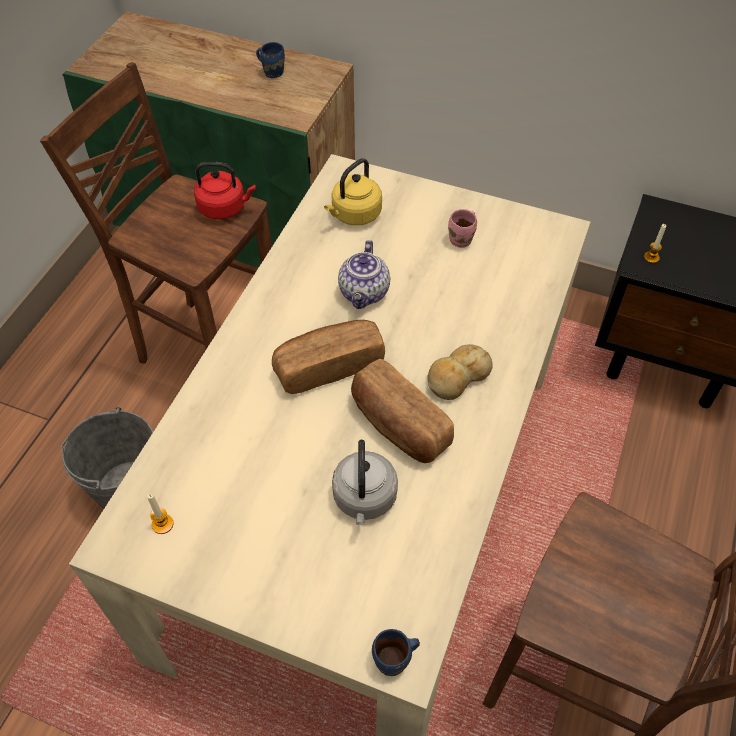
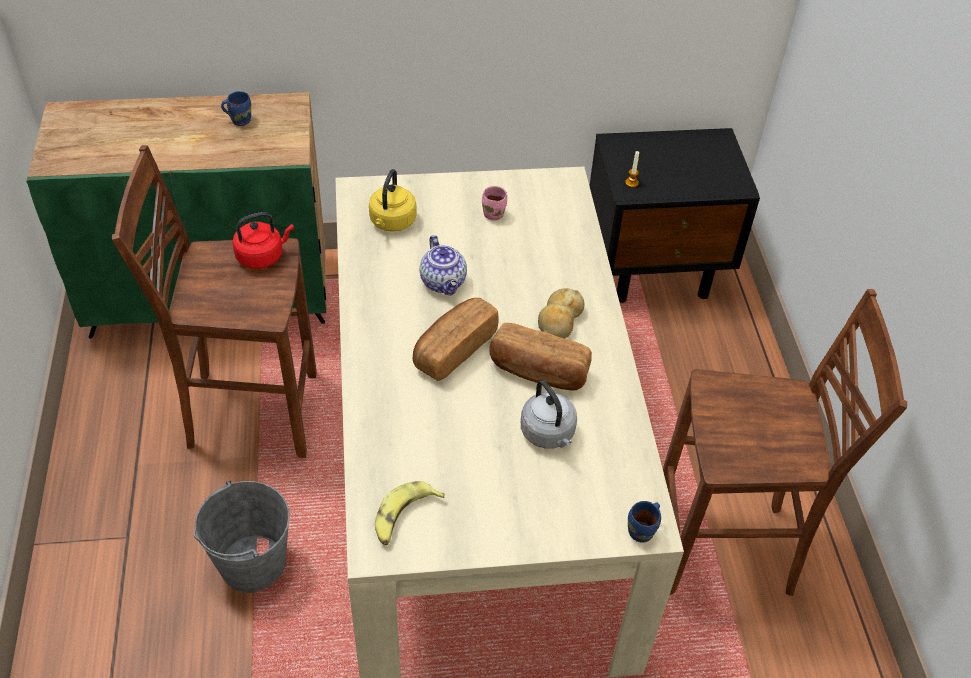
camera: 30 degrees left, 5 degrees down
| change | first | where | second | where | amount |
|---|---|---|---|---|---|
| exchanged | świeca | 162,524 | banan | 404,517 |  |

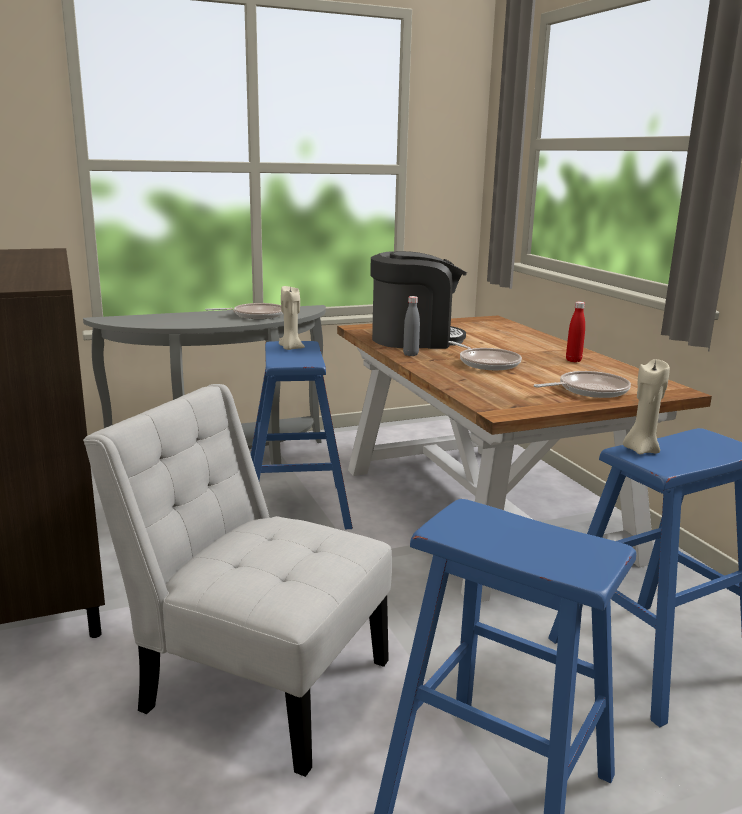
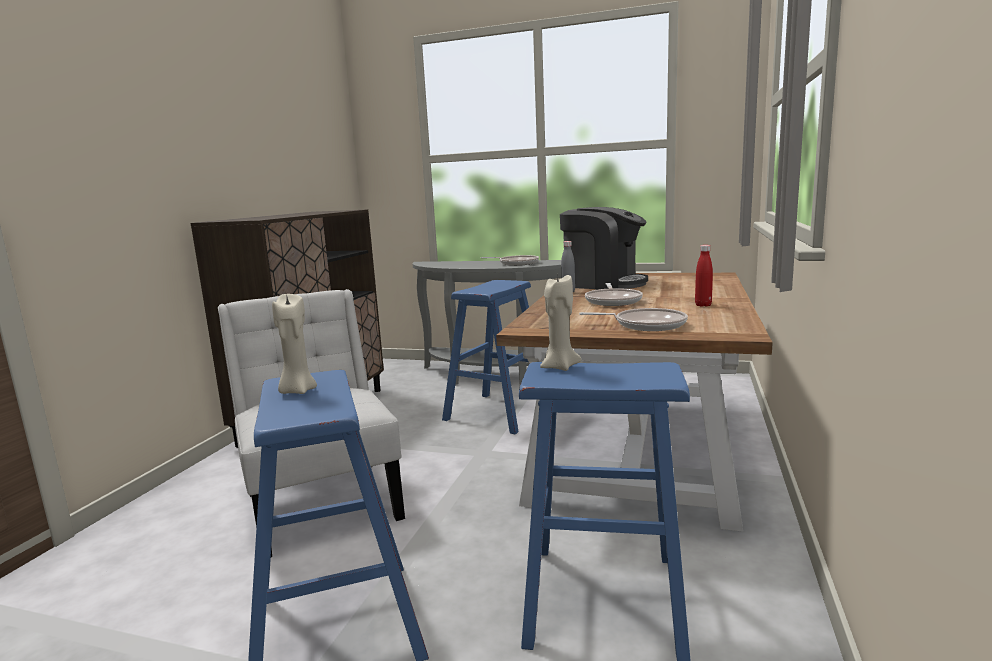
camera: 40 degrees right, 5 degrees down
| change | first | where | second | where | amount |
|---|---|---|---|---|---|
| relocated | świeca (beżowy) | 290,348 |  | 297,391 |  |

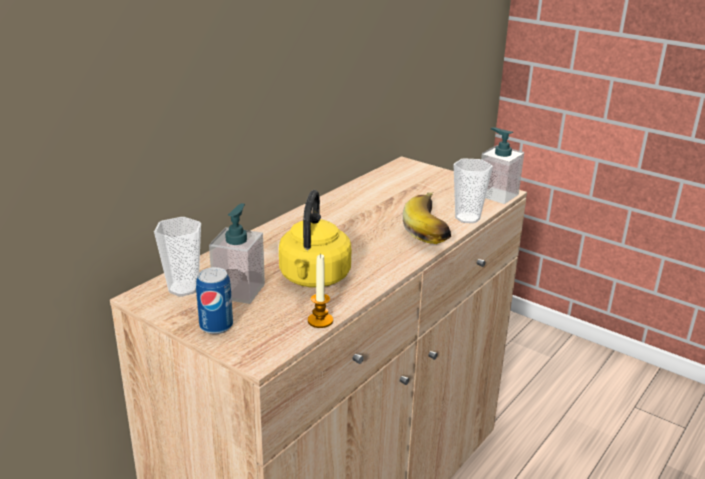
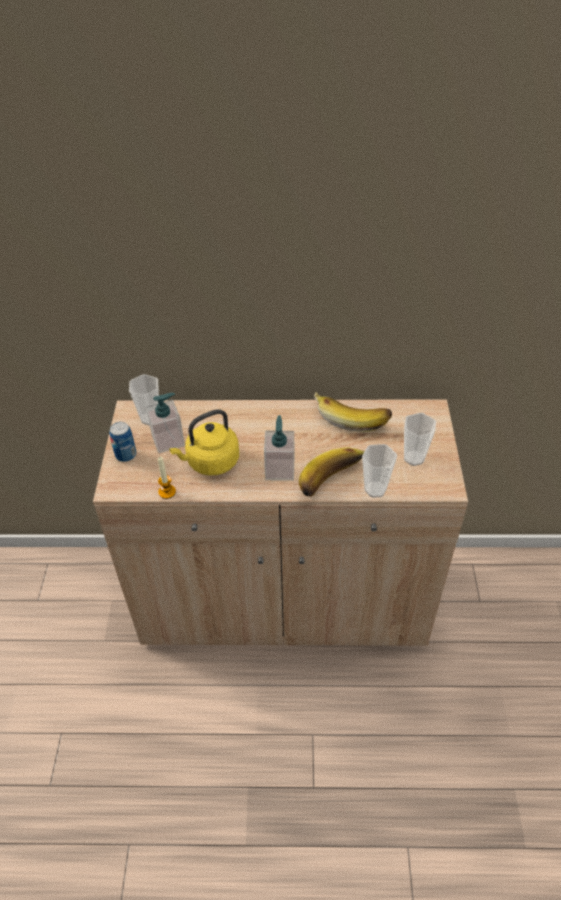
camera: 55 degrees right, 20 degrees up
| change | first | where | second | where | amount |
|---|---|---|---|---|---|
| relocated | dozownik mydła | 497,195 |  | 280,469 |  |
| appeared |  |  | banan | 352,416 |  |
| appeared |  |  | filiżanka | 414,458 |  |

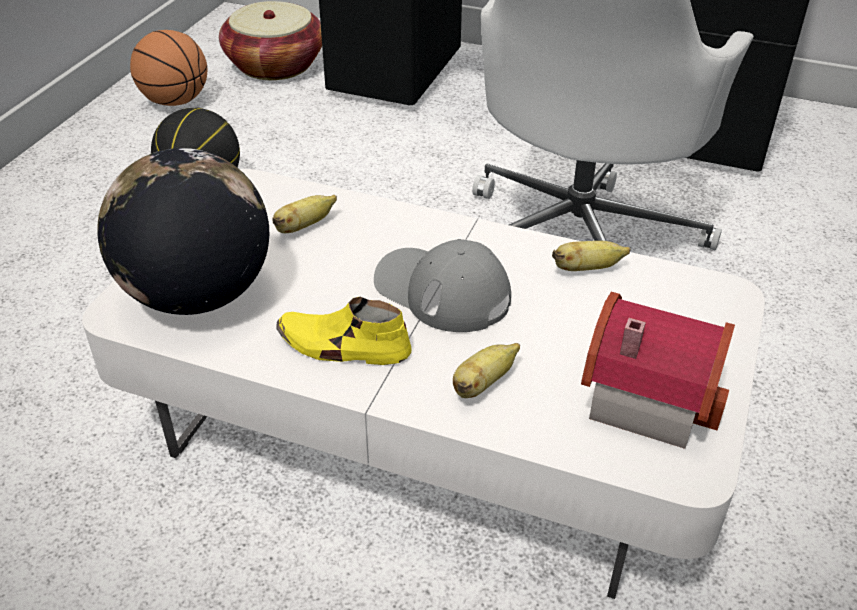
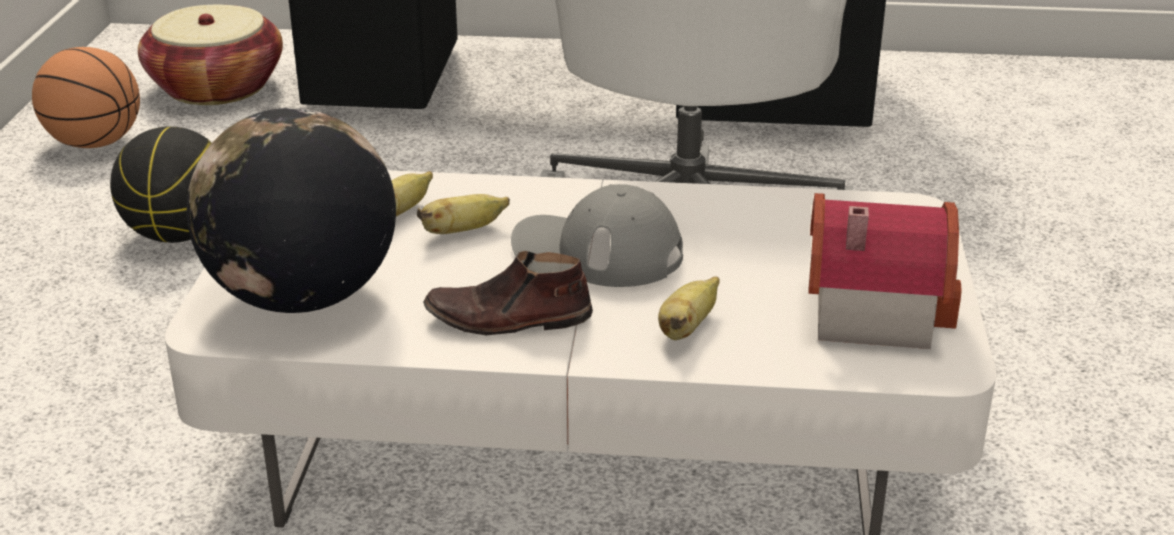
camera: 15 degrees left, 10 degrees down
| change | first | where | second | where | amount |
|---|---|---|---|---|---|
| colour | but (żółty) | 343,347 | but (brązowy) | 508,319 |  |
| relocated | banan | 587,268 |  | 463,231 |  |

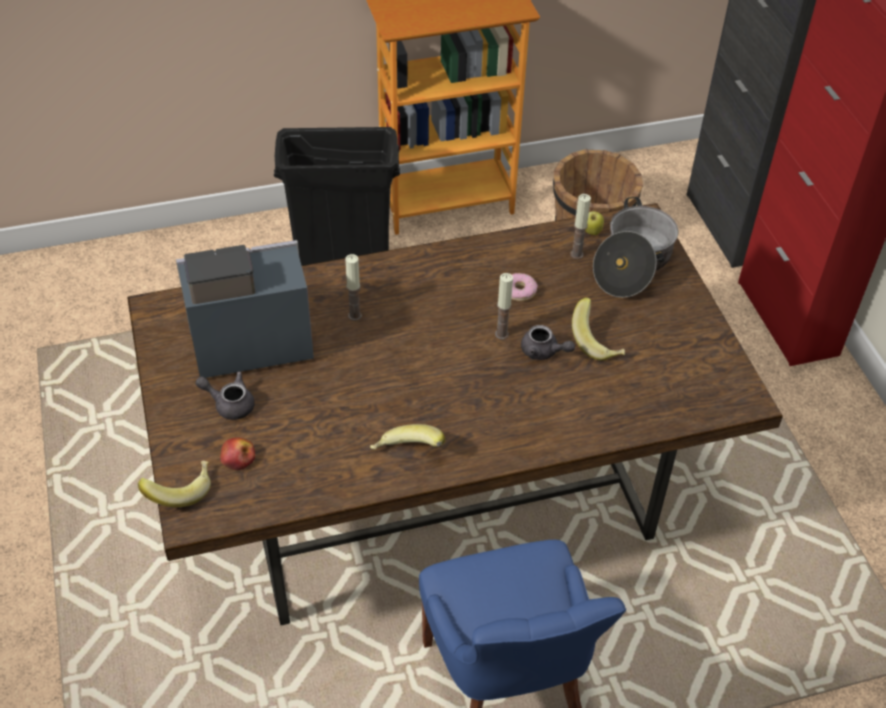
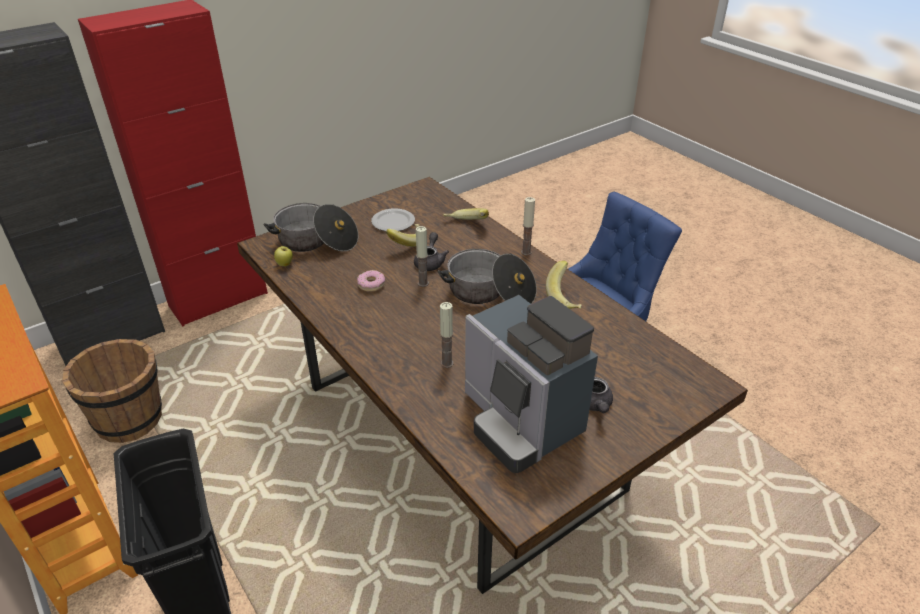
camera: 110 degrees left, 10 degrees down
| change | first | where | second | where | amount |
|---|---|---|---|---|---|
| relocated | banan | 180,490 |  | 465,225 |  |
| missing | jabłko | 238,458 |  |  |  |
| relocated | świeca | 576,254 |  | 526,252 |  |
| appeared |  |  | talerz | 392,222 |  |
| appeared |  |  | garnek | 489,293 |  |

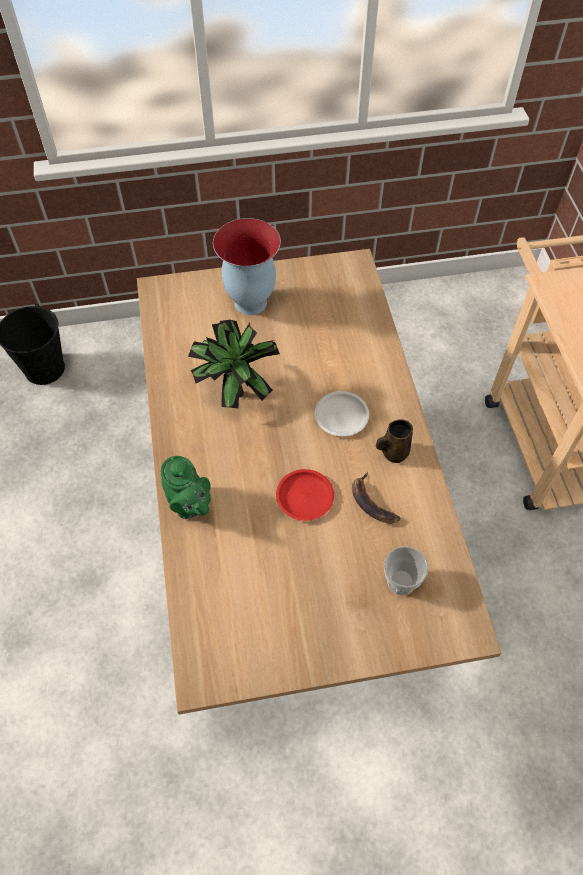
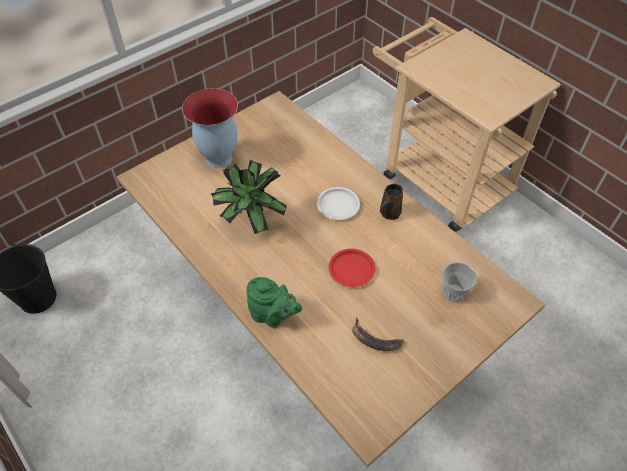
camera: 30 degrees left, 5 degrees down
| change | first | where | second | where | amount |
|---|---|---|---|---|---|
| relocated | banan | 372,503 |  | 374,339 |  |

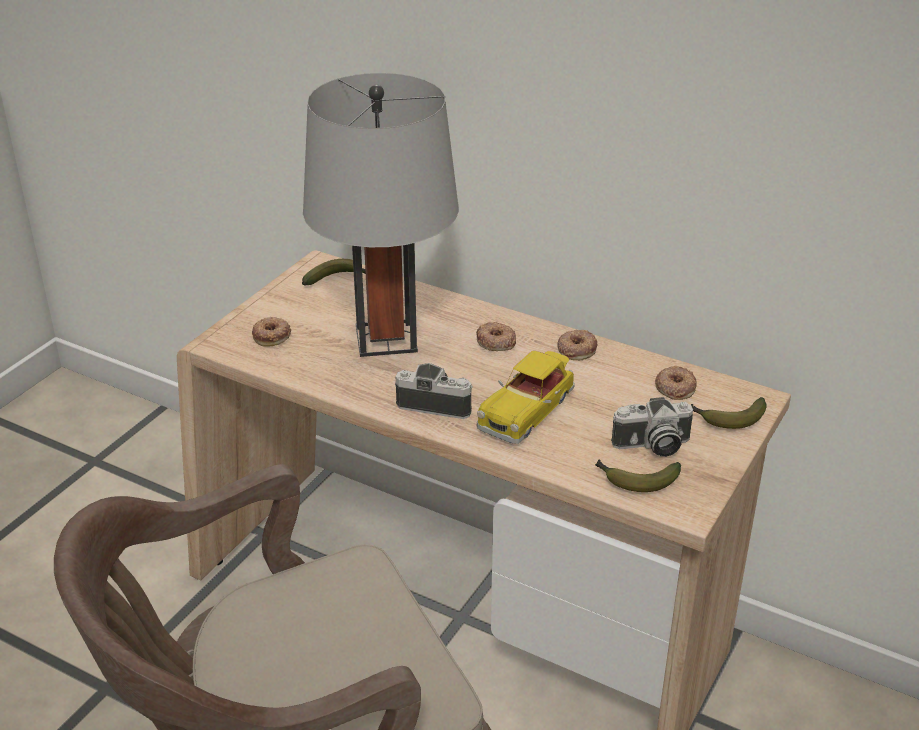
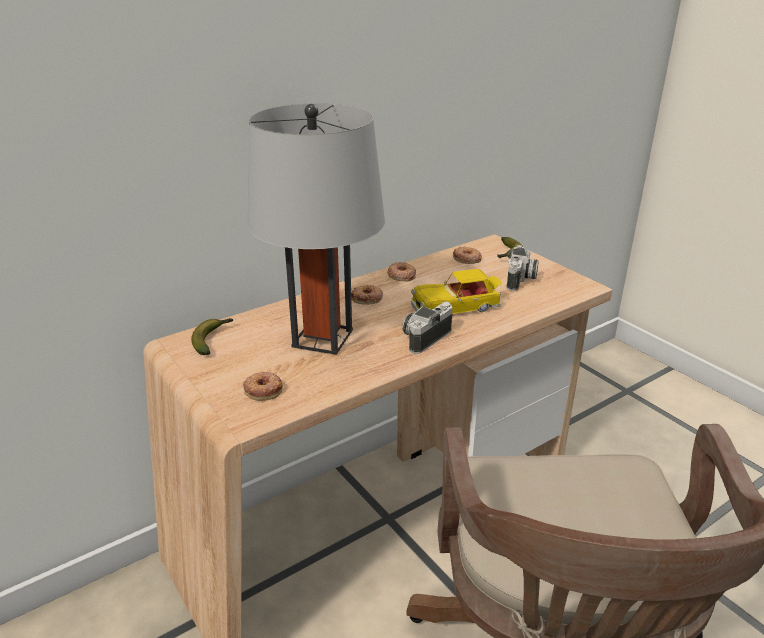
camera: 65 degrees left, 5 degrees down
| change | first | where | second | where | amount |
|---|---|---|---|---|---|
| spun | samochodzik | 527,410 |  | 457,307 | 105 degrees clockwise |
| missing | banan | 635,480 |  |  |  |

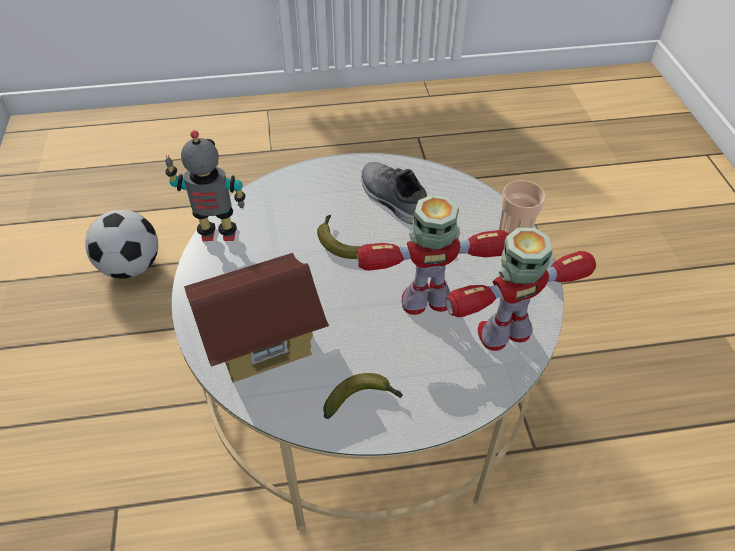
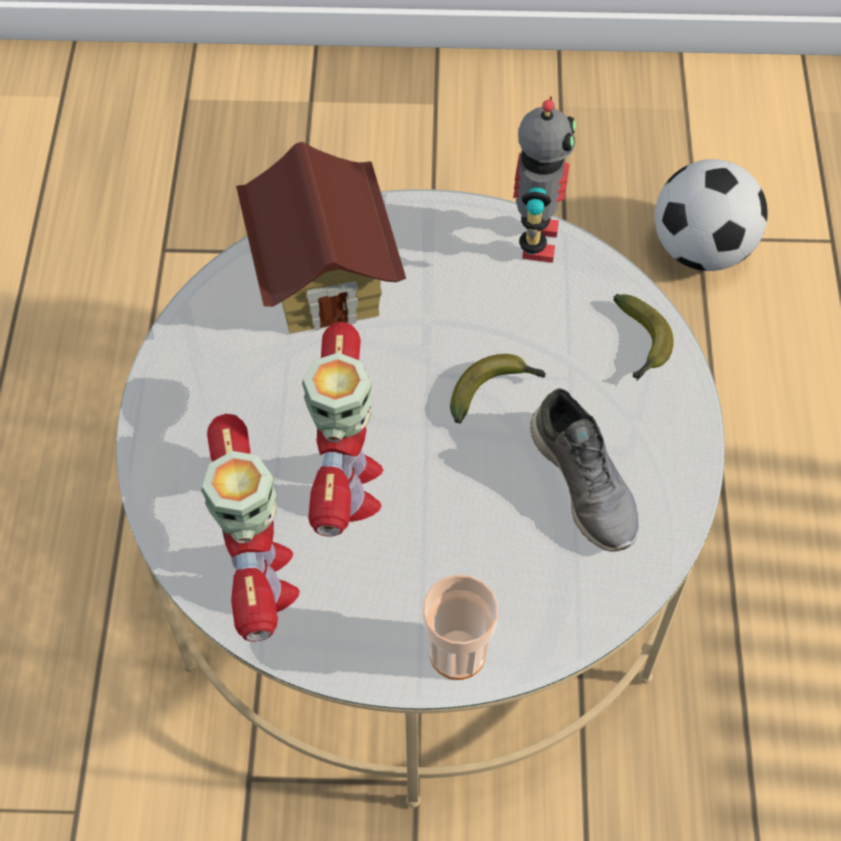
camera: 100 degrees right, 10 degrees up
| change | first | where | second | where | amount |
|---|---|---|---|---|---|
| relocated | banan | 363,399 |  | 640,344 |  |
| spun | but (szary) | 392,200 |  | 585,482 | 90 degrees clockwise |

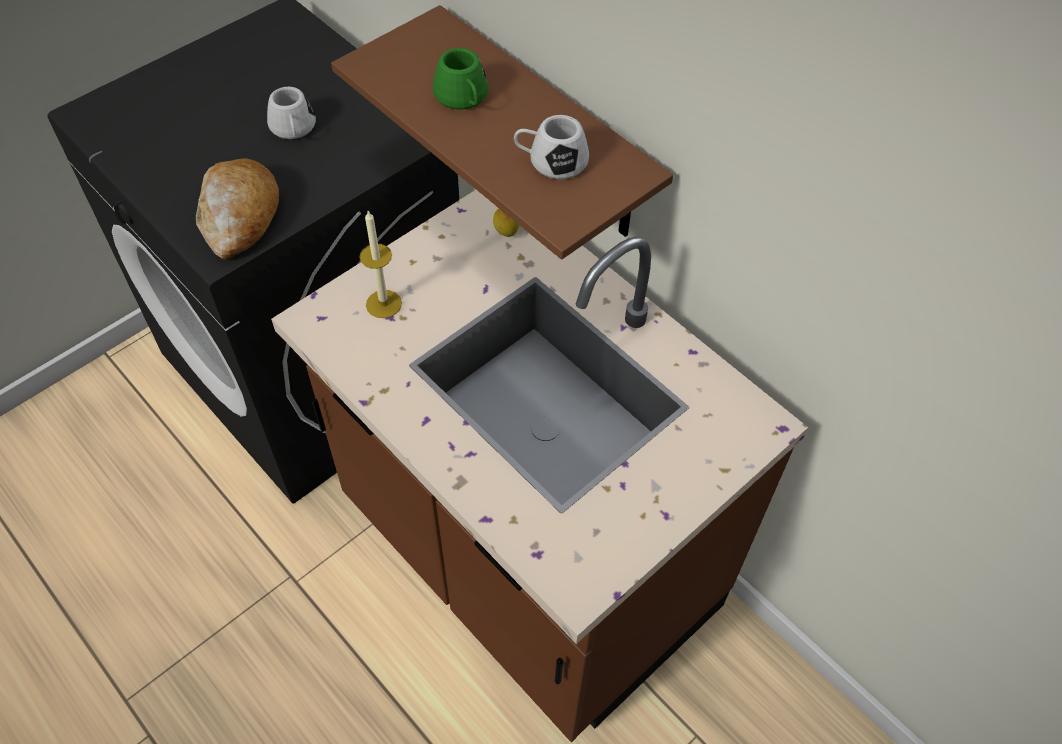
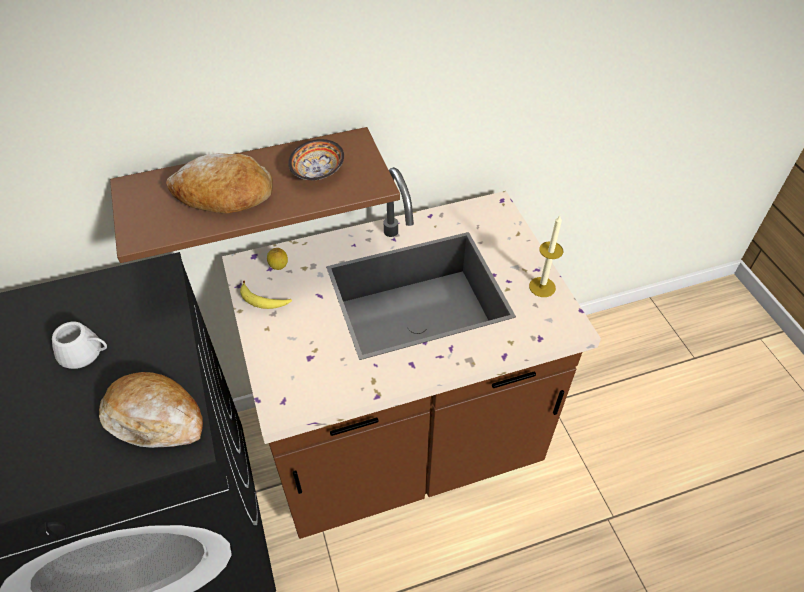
camera: 65 degrees left, 5 degrees down
| change | first | where | second | where | amount |
|---|---|---|---|---|---|
| relocated | świeca | 383,304 |  | 542,287 |  |
| exchanged | kubek (zielony) | 463,98 | chleb | 224,195 |  |
| exchanged | kubek (biały) | 551,161 | miska | 318,172 |  |
| appeared |  |  | banan | 263,300 |  |

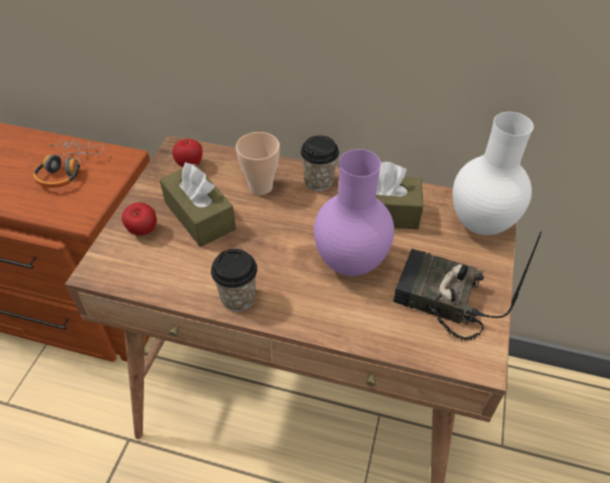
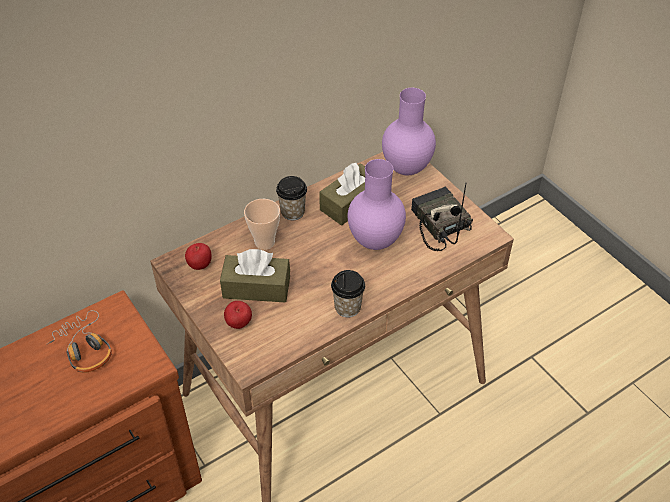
camera: 50 degrees left, 0 degrees up
| change | first | where | second | where | amount |
|---|---|---|---|---|---|
| spun | radio | 437,300 |  | 438,224 | 90 degrees clockwise |
| colour | wazon (biały) | 481,226 | wazon (fioletowy) | 407,169 |  |

